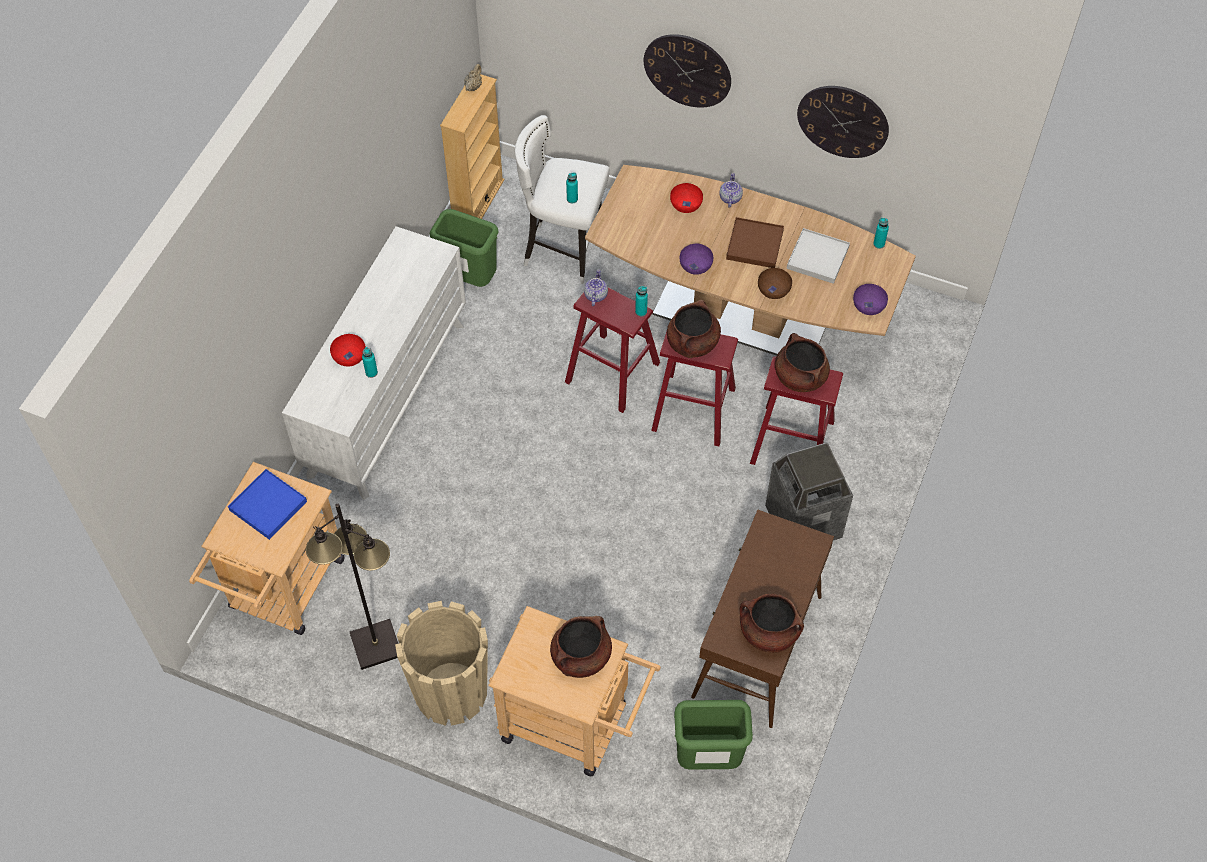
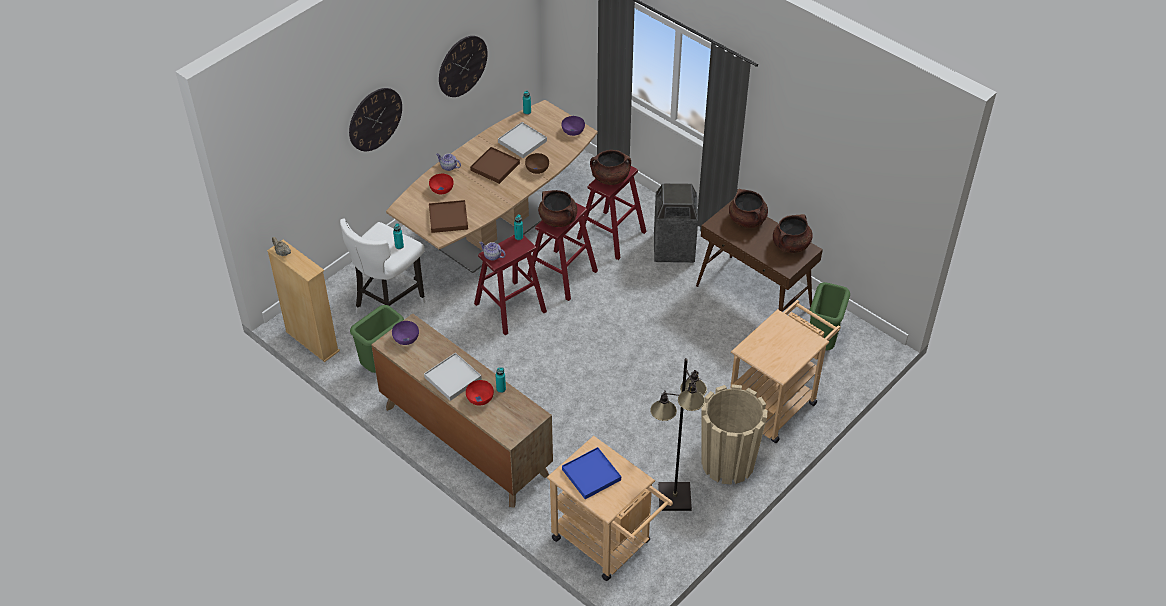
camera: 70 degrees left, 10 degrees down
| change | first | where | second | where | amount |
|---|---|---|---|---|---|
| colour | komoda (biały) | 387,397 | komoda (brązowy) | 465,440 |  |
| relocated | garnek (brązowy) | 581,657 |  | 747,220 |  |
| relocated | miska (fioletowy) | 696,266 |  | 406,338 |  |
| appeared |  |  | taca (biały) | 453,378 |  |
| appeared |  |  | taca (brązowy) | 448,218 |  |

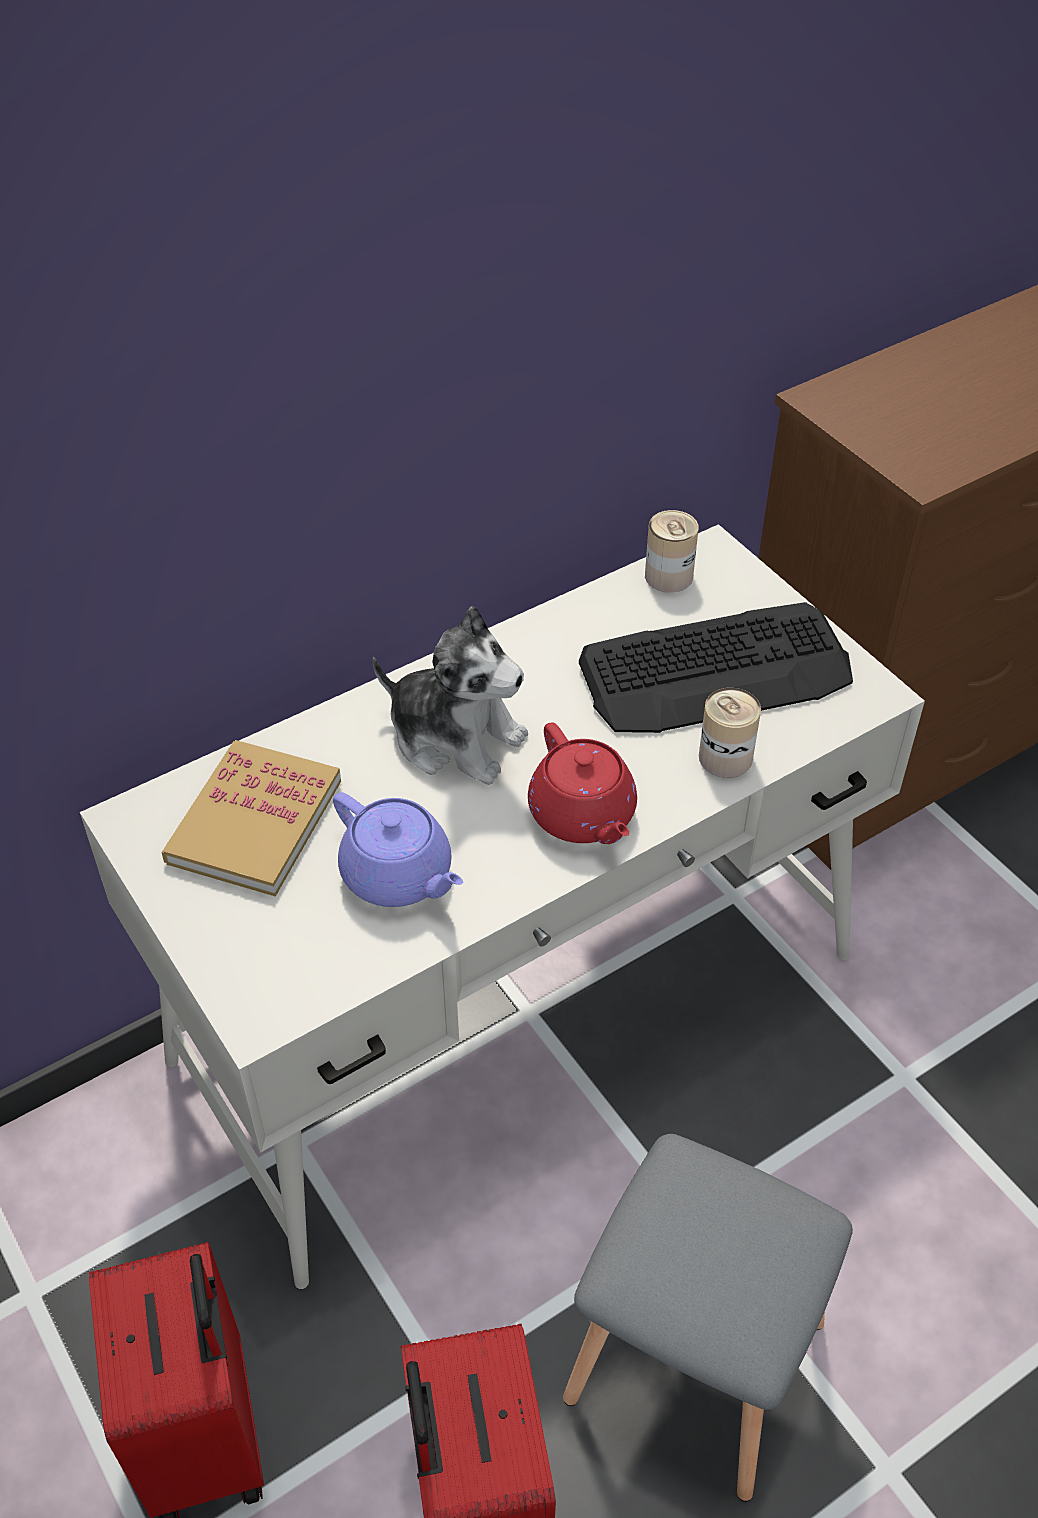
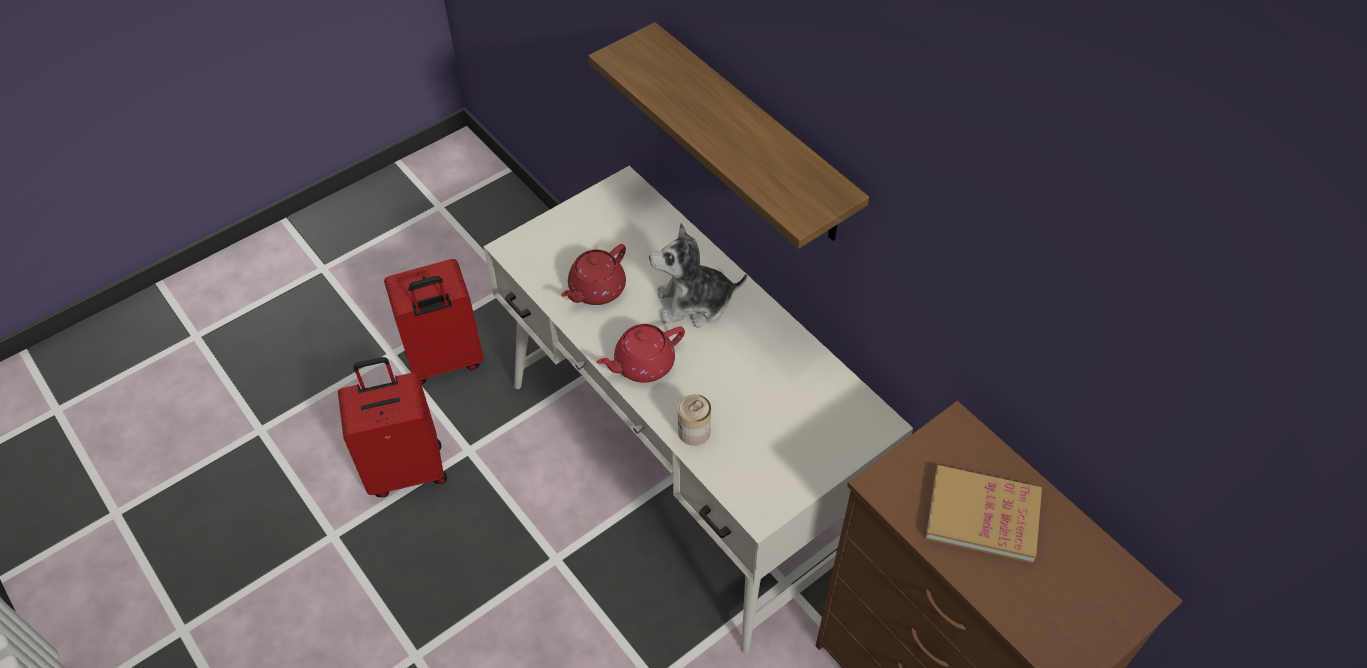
camera: 85 degrees right, 5 degrees up
| change | first | where | second | where | amount |
|---|---|---|---|---|---|
| relocated | książka | 254,821 |  | 982,515 |  |
| colour | imbryk (fioletowy) | 398,876 | imbryk (czerwony) | 596,289 |  |
| spun | pluszak | 455,738 |  | 694,304 | 60 degrees clockwise |
| missing | stołek (szary) | 695,1365 |  |  |  |
| missing | klawiatura | 716,671 |  |  |  |
| missing | puszka | 668,576 |  |  |  |
| appeared |  |  | półka | 753,136 |  |

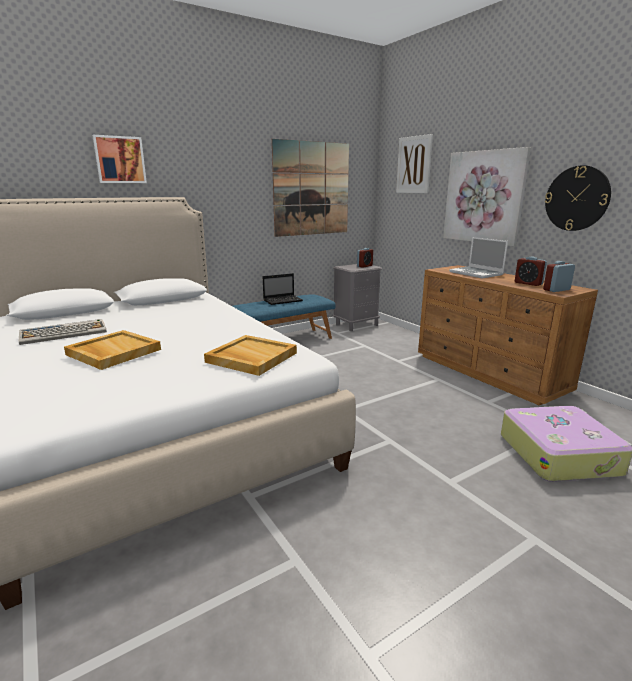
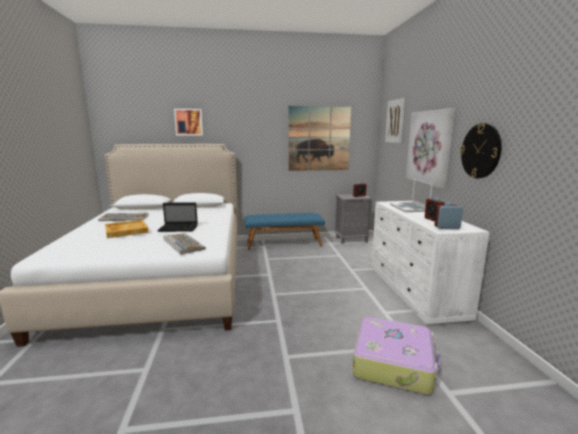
camera: 25 degrees right, 5 degrees down
| change | first | where | second | where | amount |
|---|---|---|---|---|---|
| exchanged | taca (beżowy) | 251,357 | klawiatura | 183,244 |  |
| relocated | laptop | 283,300 |  | 179,228 |  |
| colour | komoda (brązowy) | 489,373 | komoda (biały) | 415,292 |  |

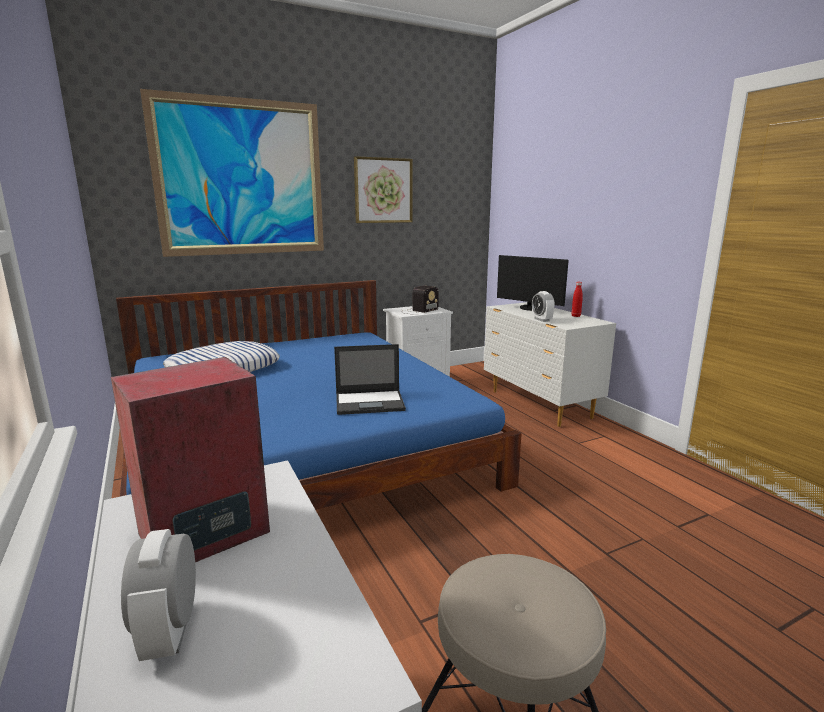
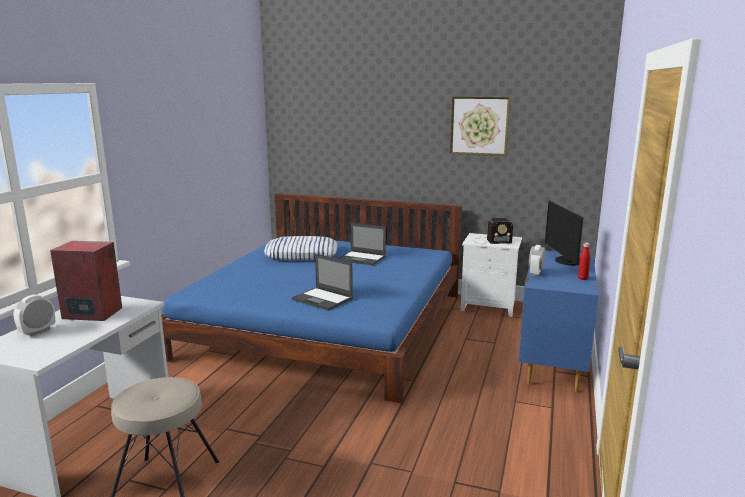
camera: 45 degrees right, 0 degrees up
| change | first | where | second | where | amount |
|---|---|---|---|---|---|
| missing | obraz | 241,178 |  |  |  |
| colour | komoda (biały) | 539,405 | komoda (niebieski) | 552,362 |  |
| appeared |  |  | laptop | 362,258 |  |

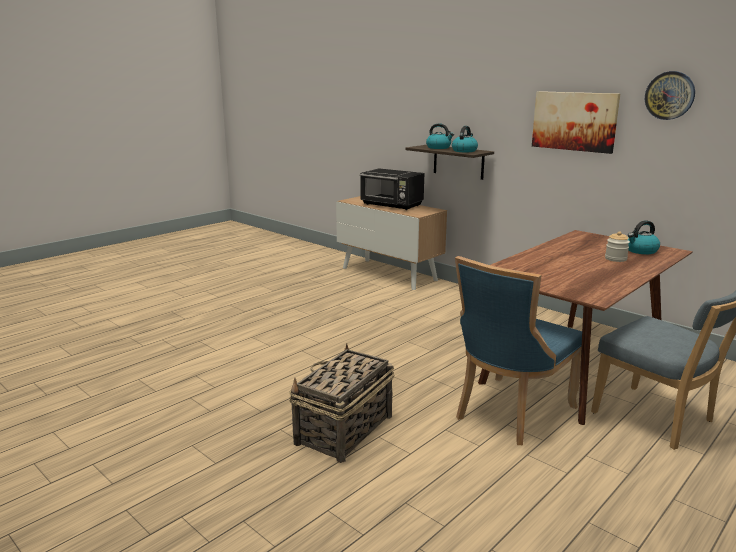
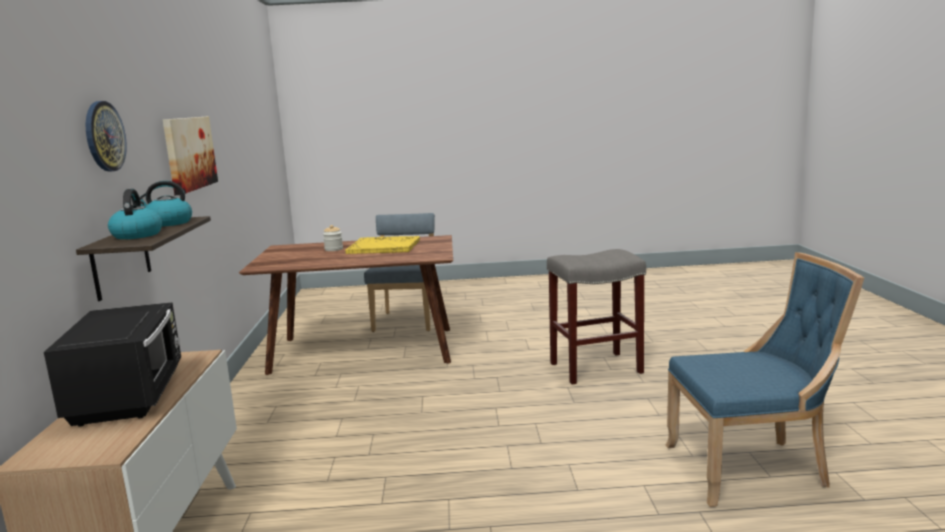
camera: 135 degrees left, 5 degrees down
| change | first | where | second | where | amount |
|---|---|---|---|---|---|
| exchanged | koszyk | 343,430 | stołek (szary) | 596,367 |  |
| relocated | krzesło (niebieski) | 510,413 |  | 752,468 |  |
| missing | czajnik | 640,251 |  |  |  |
| relocated | zegar ścienny | 669,95 |  | 104,136 |  |
| appeared |  |  | taca (żółty) | 384,247 |  |

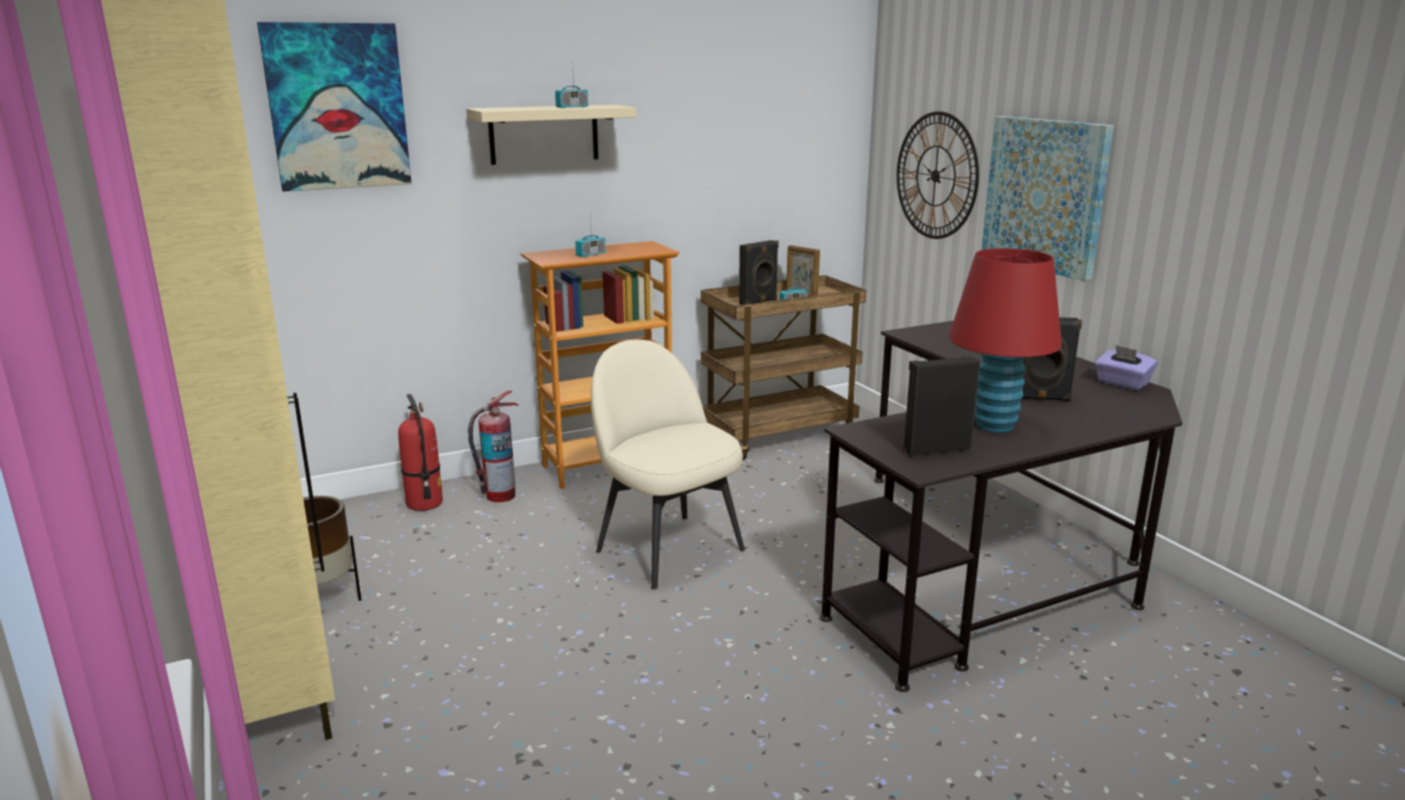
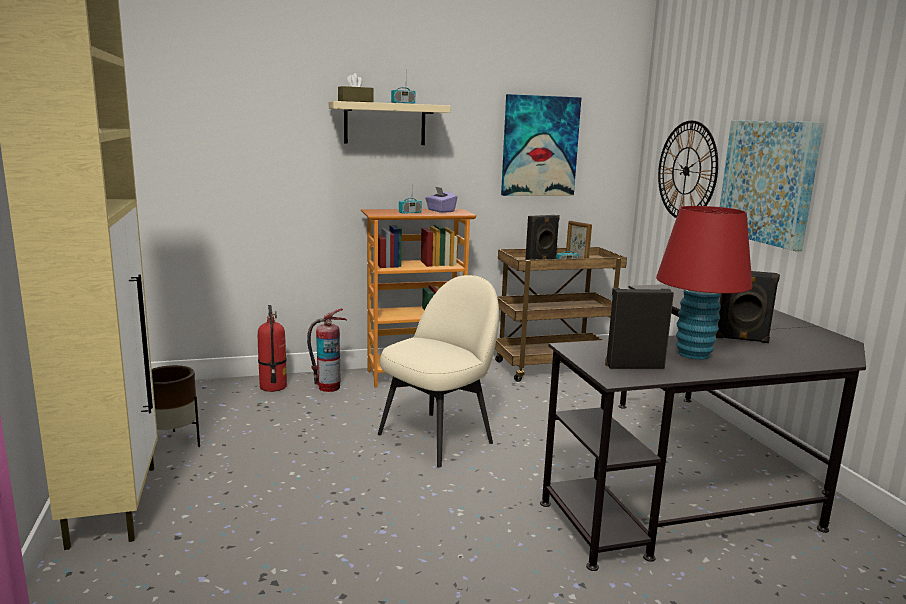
camera: 10 degrees right, 5 degrees down
| change | first | where | second | where | amount |
|---|---|---|---|---|---|
| relocated | obraz | 337,107 |  | 539,146 |  |
| spun | krzesło (beżowy) | 667,548 |  | 437,437 | 75 degrees clockwise |
| relocated | pudełko chusteczek (fioletowy) | 1122,383 |  | 440,211 |  |
| appeared |  |  | pudełko chusteczek (brązowy) | 355,101 |  |

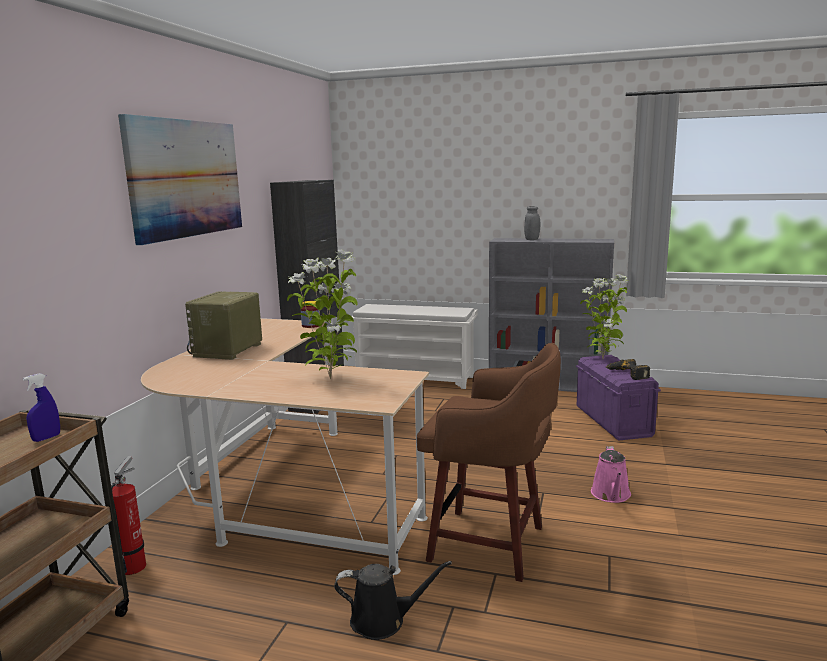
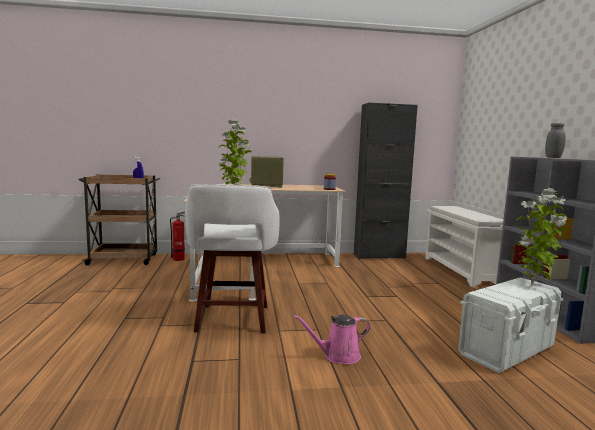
camera: 65 degrees right, 5 degrees down
| change | first | where | second | where | amount |
|---|---|---|---|---|---|
| missing | obraz | 186,178 |  |  |  |
| missing | konewka (czarny) | 383,620 |  |  |  |
| colour | stołek (brązowy) | 491,544 | stołek (biały) | 232,320 |  |
| colour | pojemnik do przechowywania (fioletowy) | 613,421 | pojemnik do przechowywania (biały) | 507,350 |  |
| missing | wiertarka | 627,374 |  |  |  |

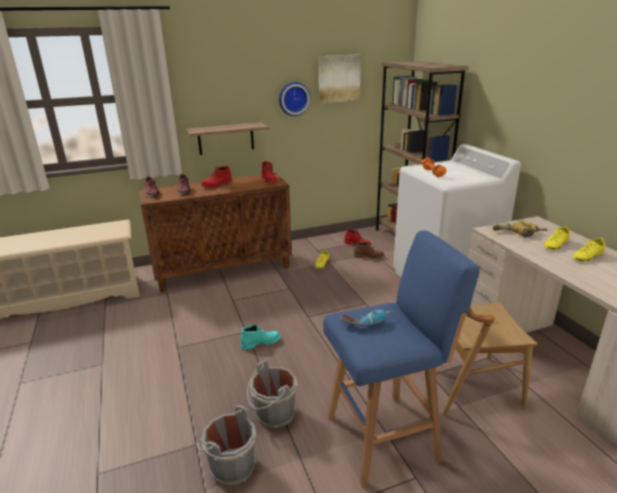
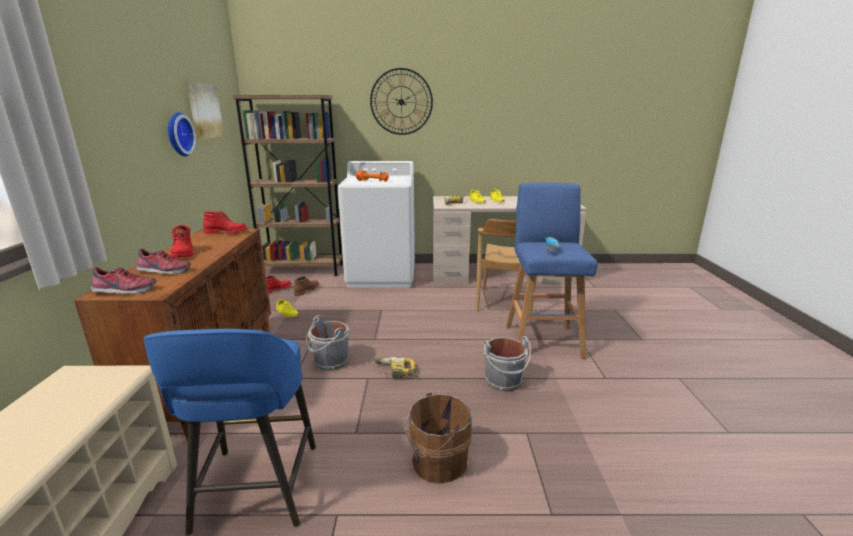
camera: 70 degrees left, 5 degrees down
| change | first | where | second | where | amount |
|---|---|---|---|---|---|
| missing | półka | 226,138 |  |  |  |
| relocated | wiadro (szary) | 230,467 |  | 330,362 |  |
| exchanged | but z cholewką (turkusowy) | 261,342 | wiertarka | 395,372 |  |
| appeared |  |  | stołek (niebieski) | 256,490 |  |
| appeared |  |  | zegar ścienny | 401,102 |  |
| appeared |  |  | wiadro (brązowy) | 436,461 |  |

